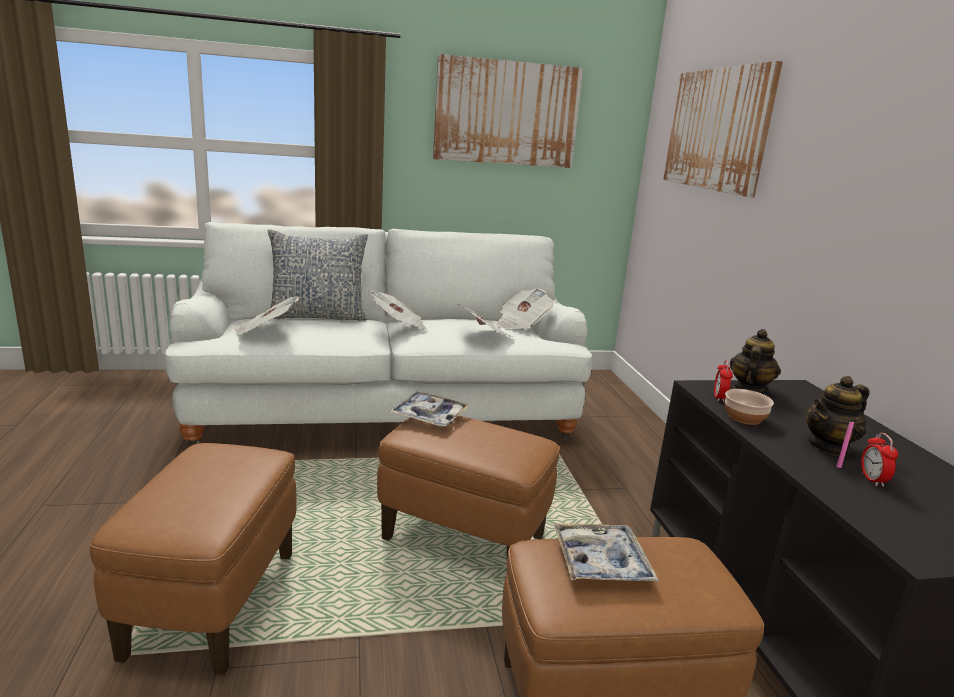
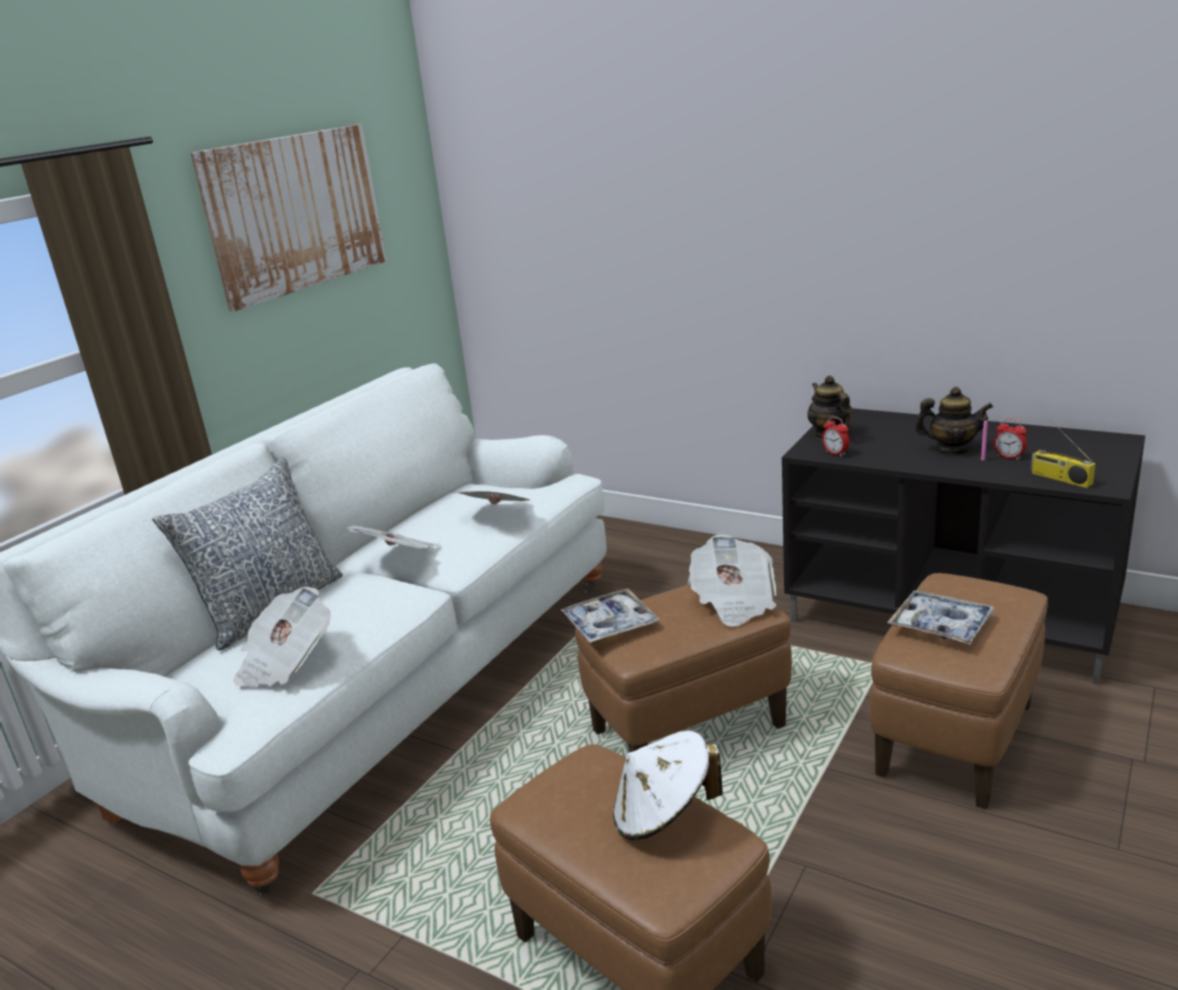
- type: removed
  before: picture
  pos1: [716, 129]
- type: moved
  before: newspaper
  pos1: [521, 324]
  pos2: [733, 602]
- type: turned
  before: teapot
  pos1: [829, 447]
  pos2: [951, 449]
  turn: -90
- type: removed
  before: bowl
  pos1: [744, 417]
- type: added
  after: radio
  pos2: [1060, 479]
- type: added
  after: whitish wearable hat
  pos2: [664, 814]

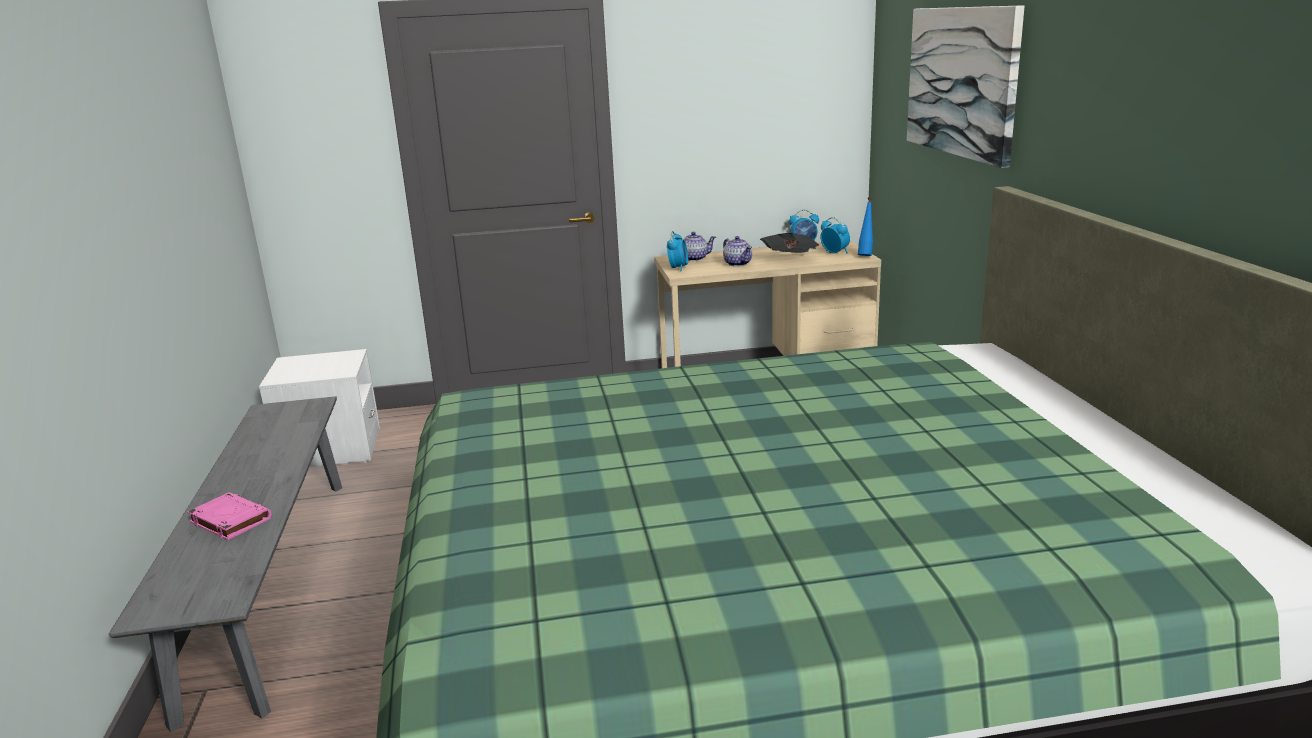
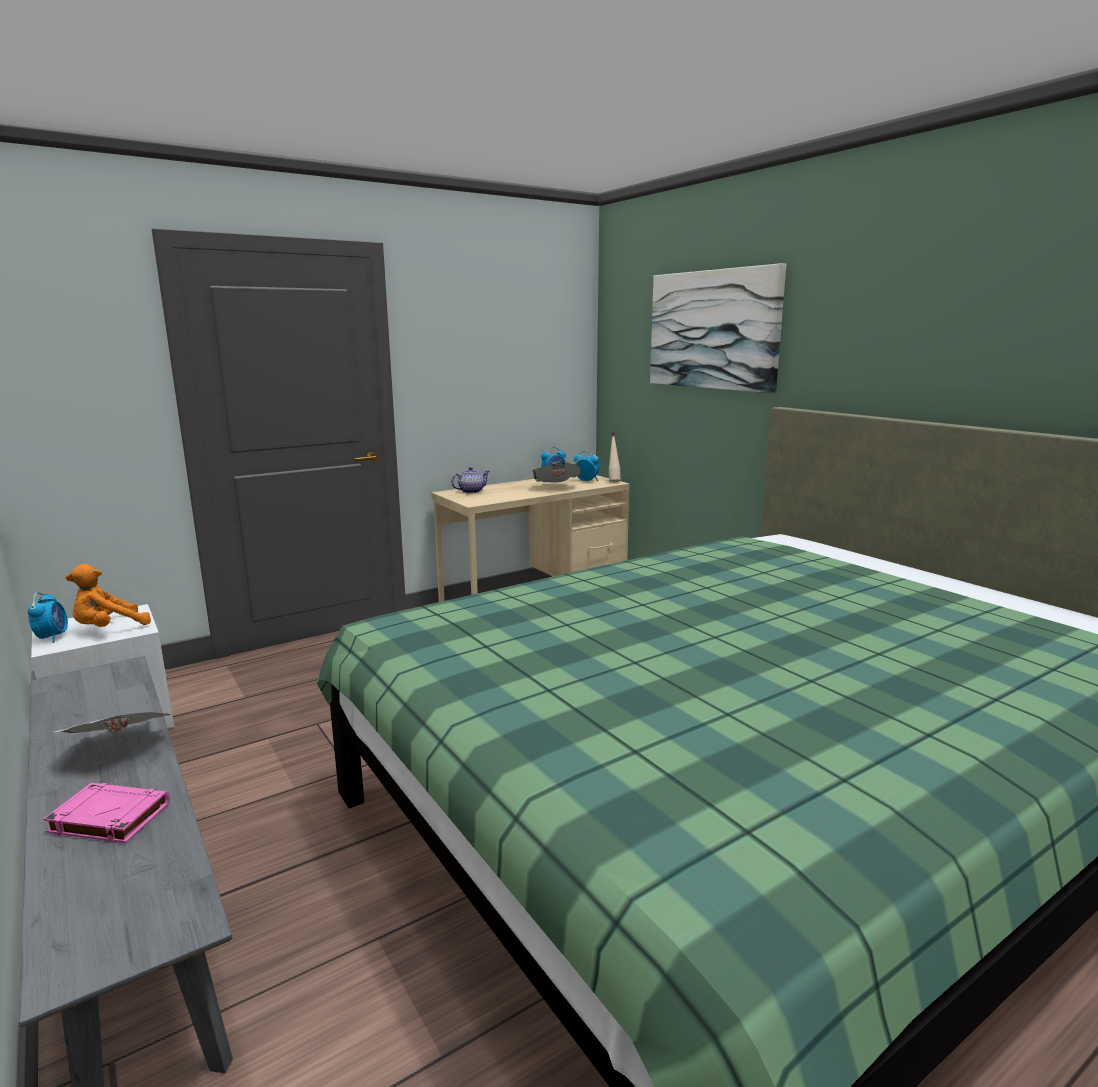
- type: recoloured
  before: blue-coloured beverage bottle
  after: beige-coloured beverage bottle
  pos1: [865, 255]
  pos2: [613, 481]
- type: moved
  before: bedside clock
  pos1: [678, 268]
  pos2: [52, 637]
- type: removed
  before: teapot
  pos1: [737, 263]
- type: added
  after: orange soft toy
  pos2: [109, 629]
- type: added
  after: newspaper
  pos2: [120, 747]

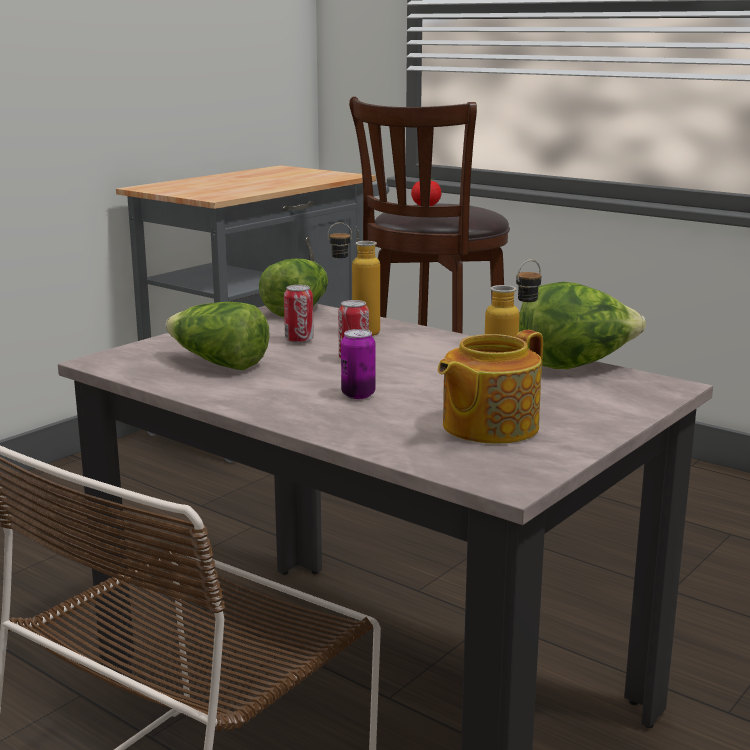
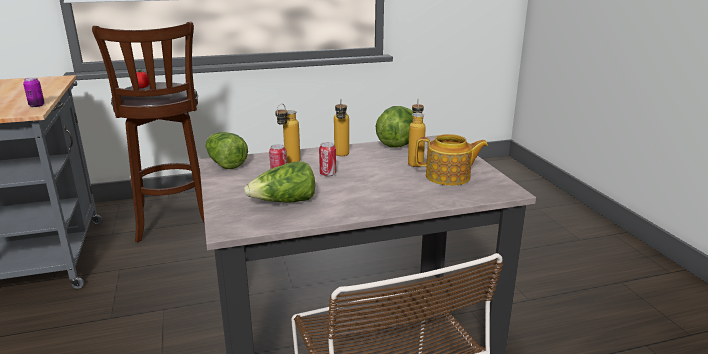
- type: moved
  before: can
  pos1: [358, 395]
  pos2: [37, 105]
- type: turned
  before: teapot
  pos1: [487, 426]
  pos2: [449, 177]
  turn: -75
- type: added
  after: beverage bottle
  pos2: [341, 156]

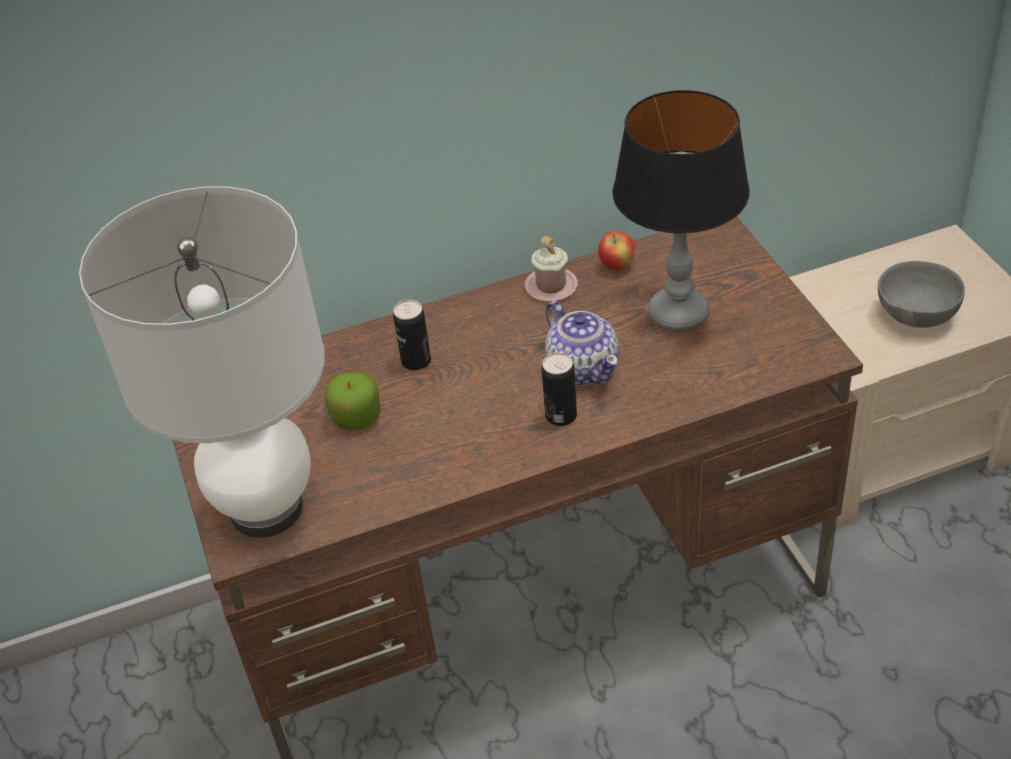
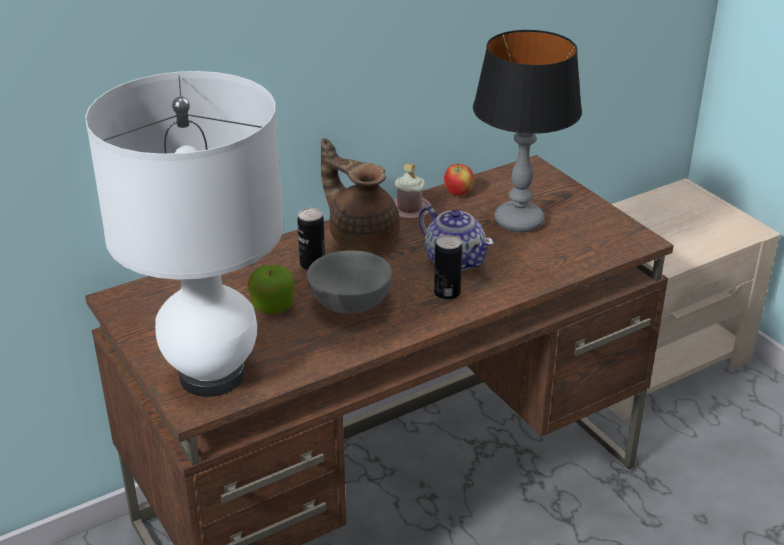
- type: moved
  before: grey bowl
  pos1: [914, 316]
  pos2: [348, 305]
- type: added
  after: brownish teapot
  pos2: [362, 236]

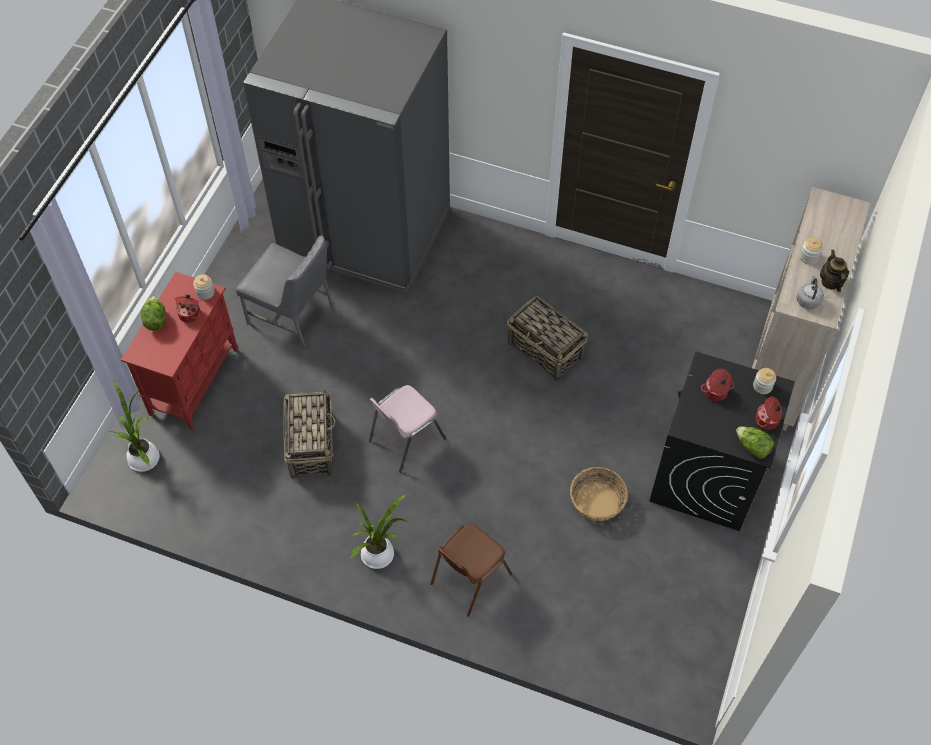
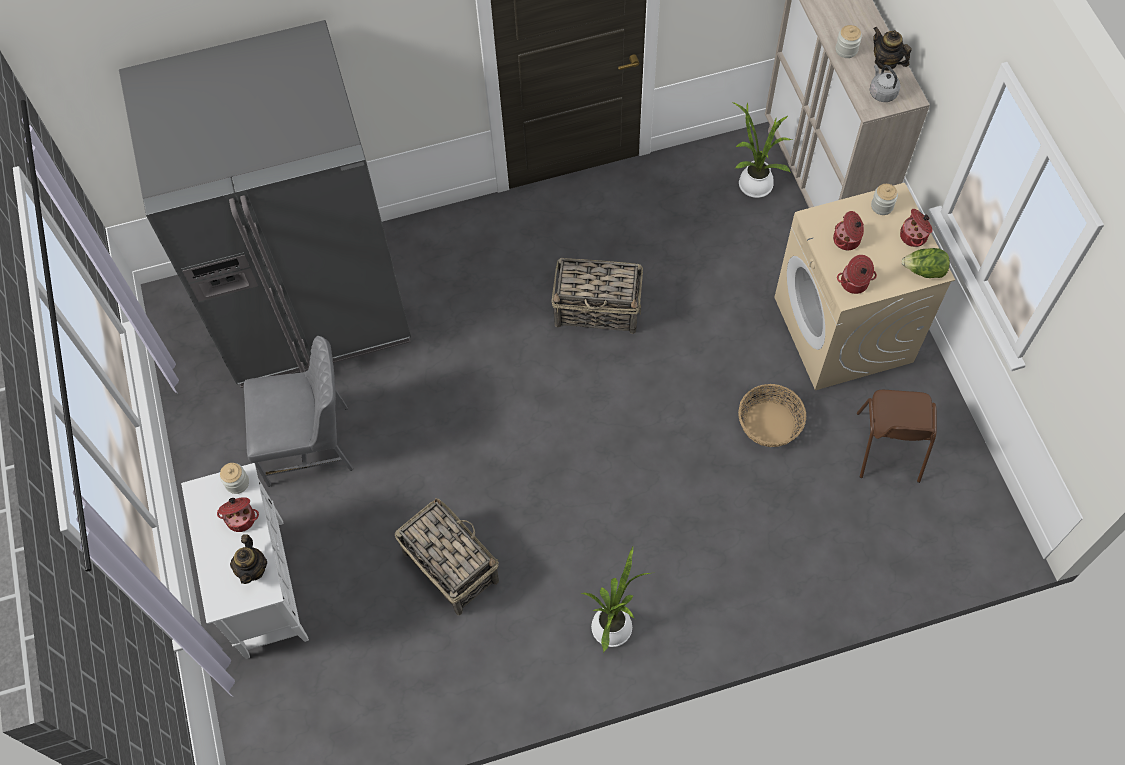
- type: recoloured
  before: red cabinet
  after: whitish cabinet
  pos1: [194, 381]
  pos2: [264, 586]
- type: removed
  before: lettuce head
  pos1: [155, 320]
- type: recoloured
  before: black laundry machine
  after: beige-coloured laundry machine
  pos1: [706, 476]
  pos2: [844, 330]
- type: moved
  before: potted plant
  pos1: [144, 456]
  pos2: [753, 183]
- type: removed
  before: pink-coloured upright chair
  pos1: [405, 440]
- type: moved
  before: brownish upright chair
  pos1: [469, 578]
  pos2: [888, 448]
- type: added
  after: saucepot
  pos2: [854, 283]
- type: added
  after: teapot
  pos2: [253, 569]

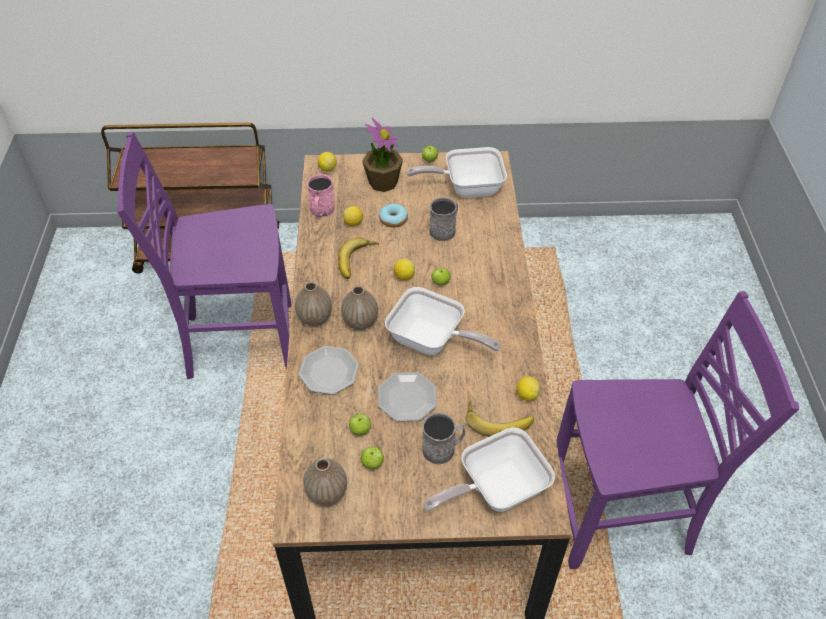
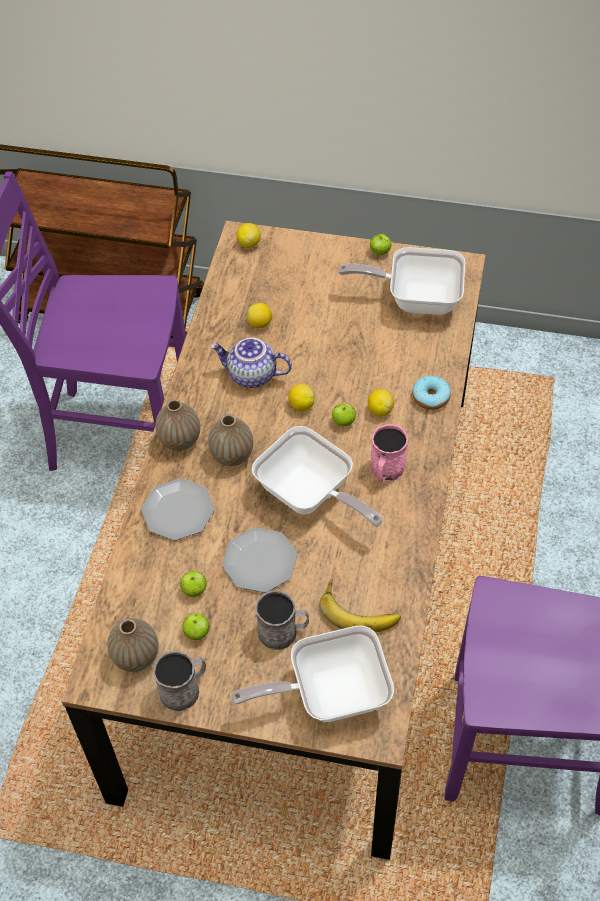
- type: removed
  before: potted plant
  pos1: [383, 182]
- type: moved
  before: pink-coloured tea mug
  pos1: [321, 211]
  pos2: [386, 471]
- type: moved
  before: grey tea mug
  pos1: [445, 230]
  pos2: [184, 689]
- type: moved
  before: donut
  pos1: [393, 219]
  pos2: [431, 397]
- type: replaced
  before: whole banana
  after: teapot
  pos1: [358, 261]
  pos2: [251, 376]
- type: moved
  before: lemon
  pos1: [526, 395]
  pos2: [380, 410]

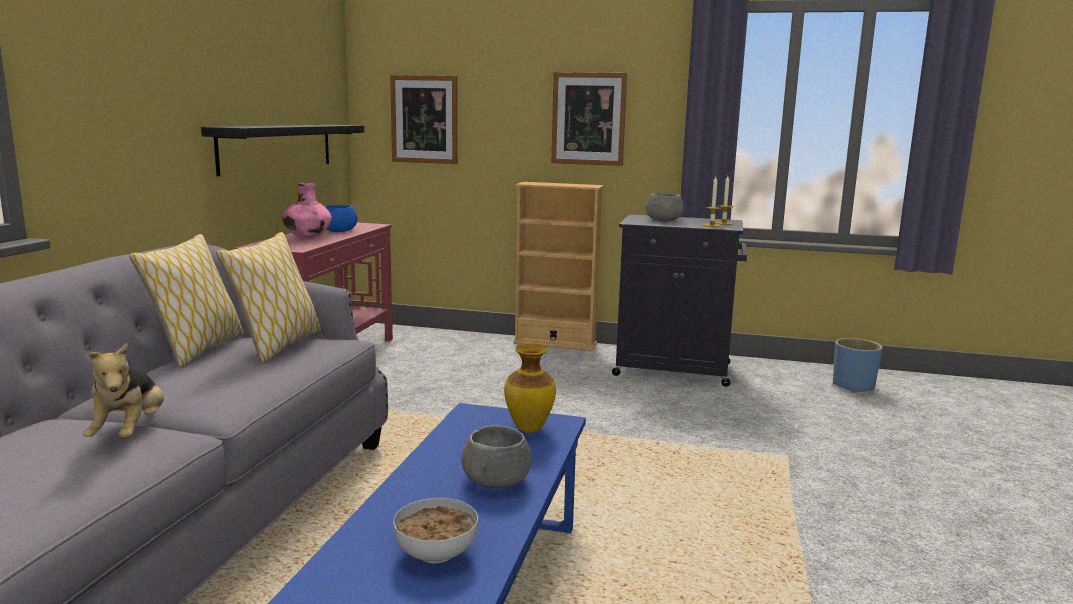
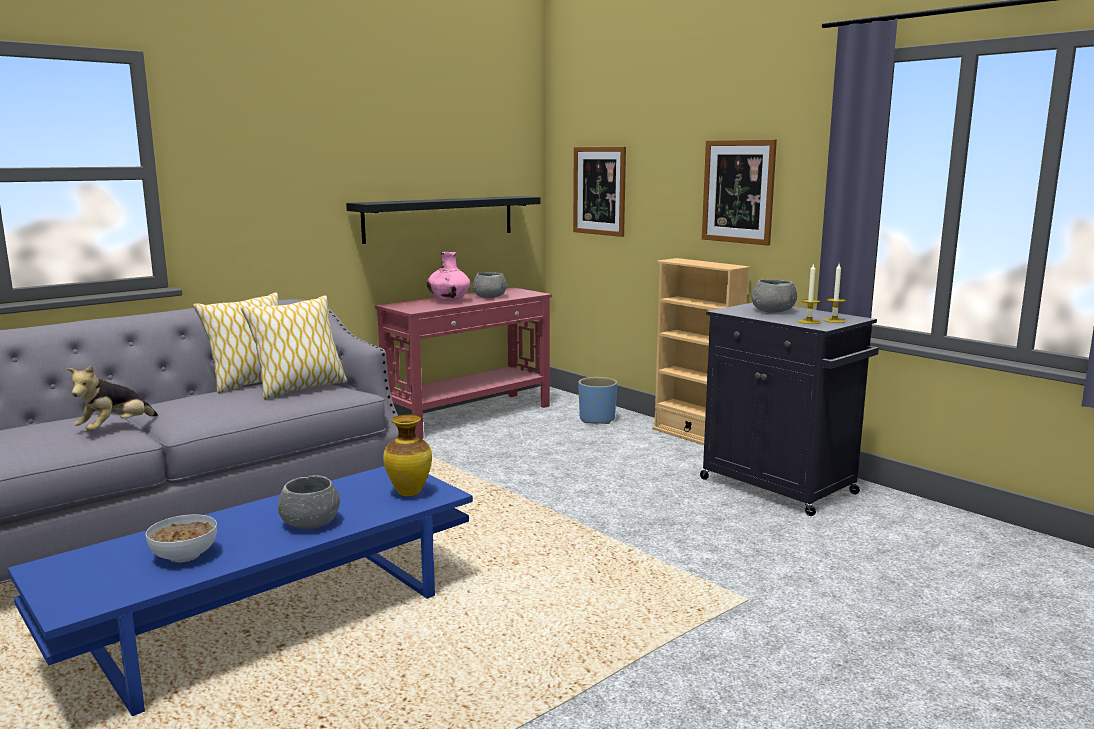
- type: recoloured
  before: blue-coloured bowl
  after: grey bowl
  pos1: [338, 231]
  pos2: [489, 297]
- type: moved
  before: blue-coloured flower pot
  pos1: [853, 386]
  pos2: [597, 420]

